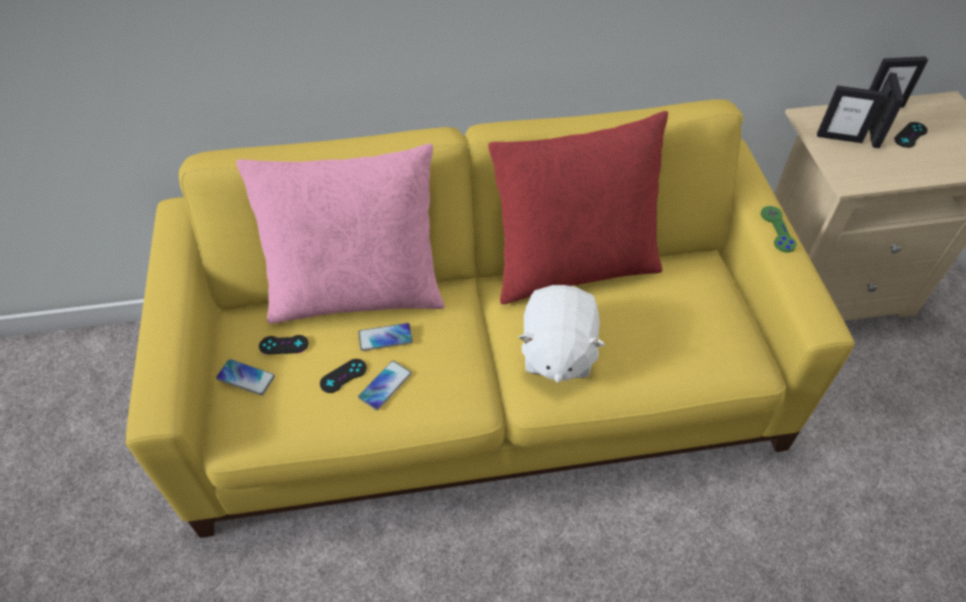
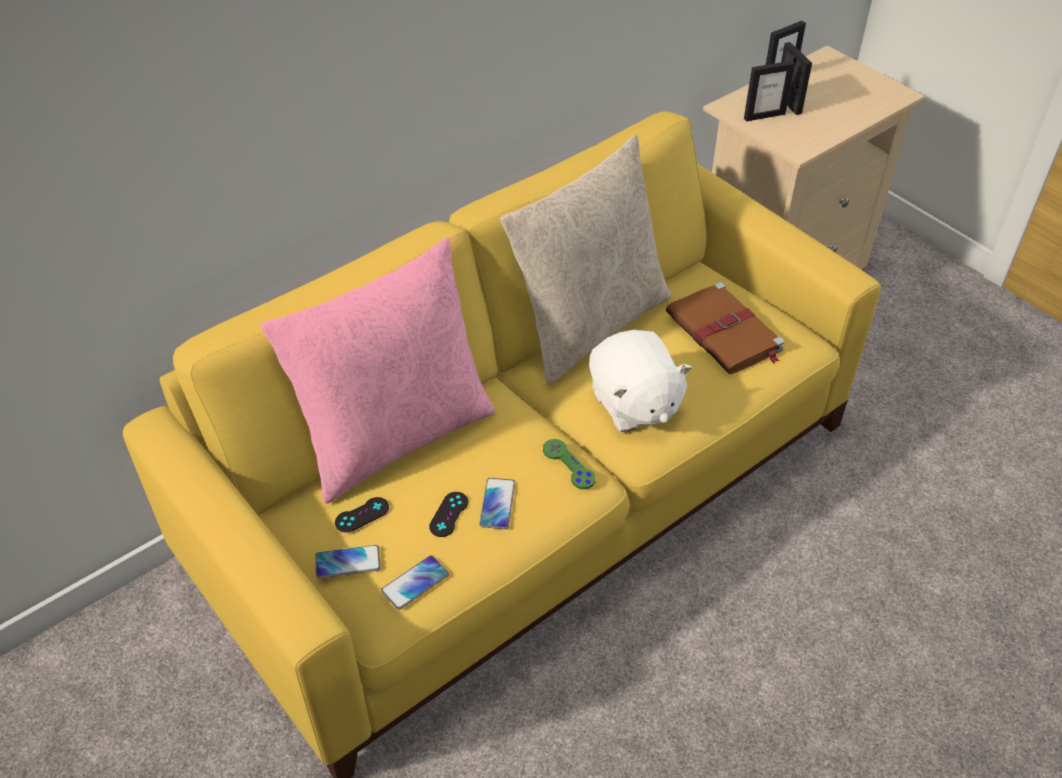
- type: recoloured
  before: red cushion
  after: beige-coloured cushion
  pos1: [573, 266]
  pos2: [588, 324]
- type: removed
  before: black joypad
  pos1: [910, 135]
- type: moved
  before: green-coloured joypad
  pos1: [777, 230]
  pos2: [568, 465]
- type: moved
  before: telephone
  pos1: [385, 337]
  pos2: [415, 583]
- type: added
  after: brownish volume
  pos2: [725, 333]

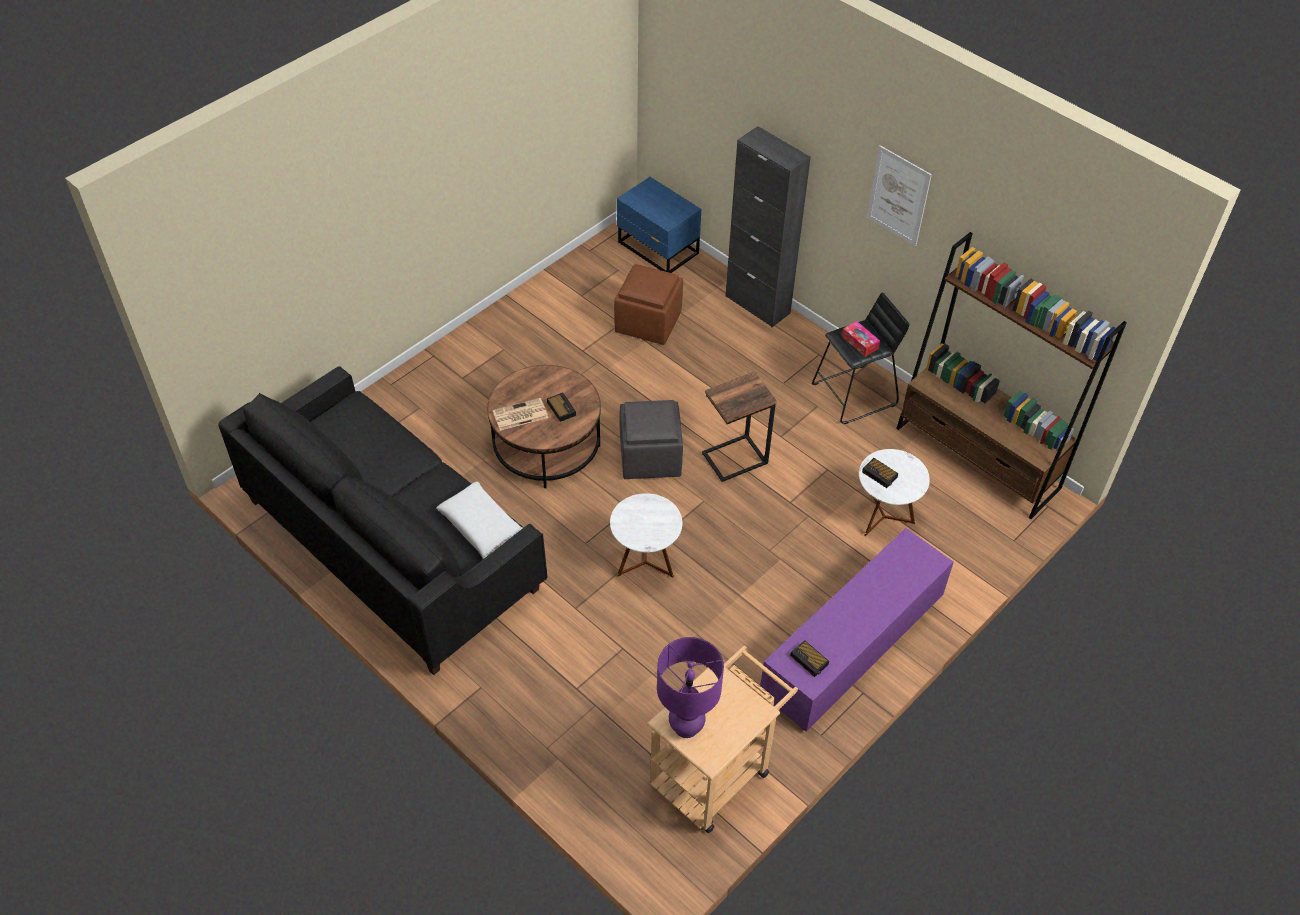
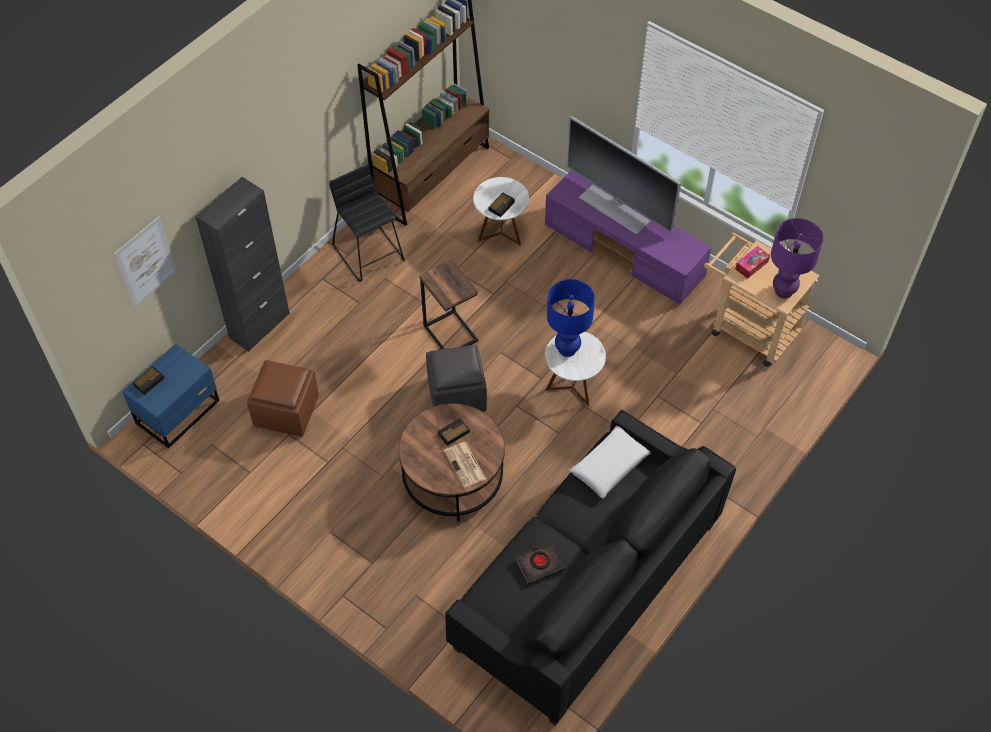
- type: moved
  before: picture
  pos1: [898, 196]
  pos2: [146, 262]
- type: moved
  before: box of tissues
  pos1: [860, 342]
  pos2: [751, 265]
- type: moved
  before: bedside clock
  pos1: [809, 660]
  pos2: [149, 381]
- type: added
  after: TV
  pos2: [615, 208]
- type: added
  after: blue-coloured lamp for a table
  pos2: [567, 349]
- type: added
  after: black volume
  pos2: [540, 564]

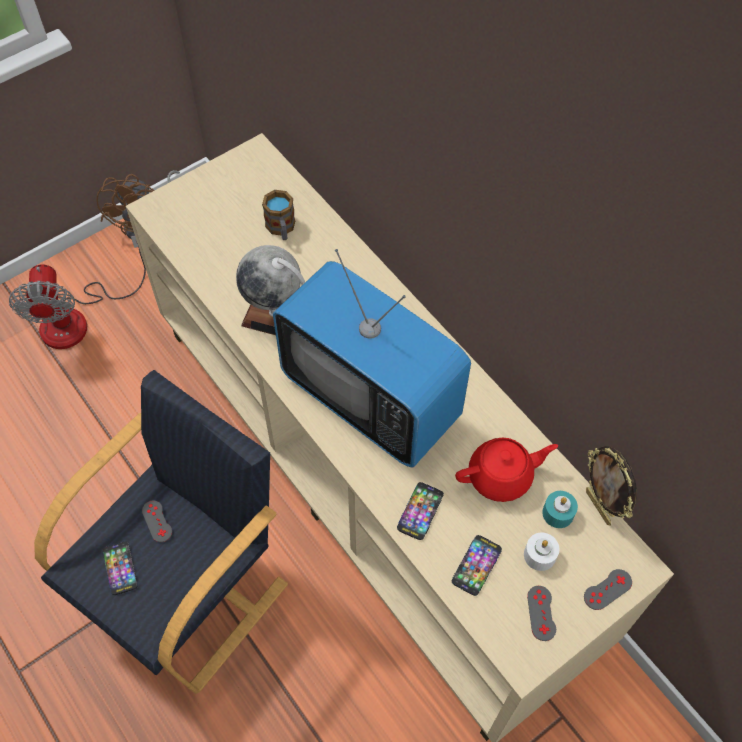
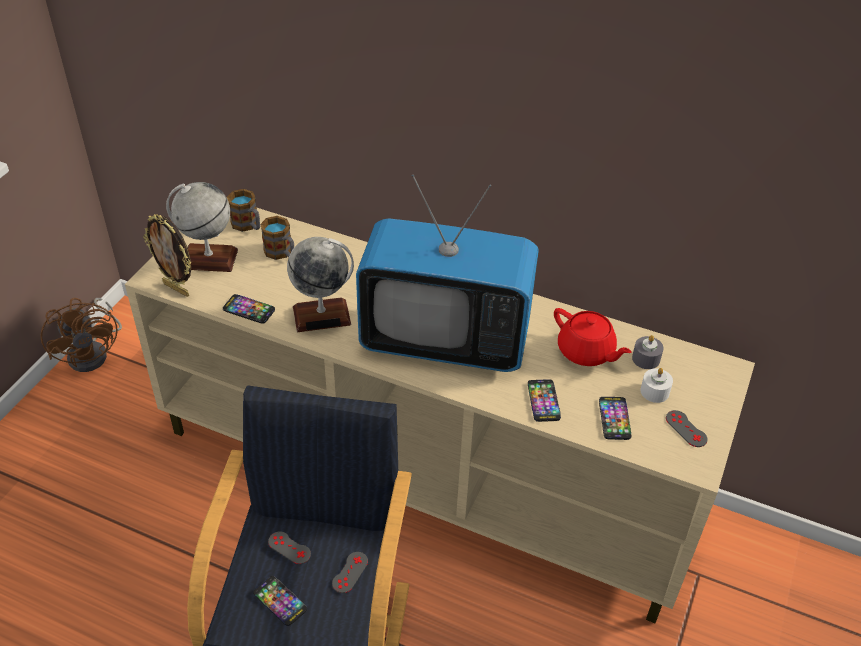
- type: removed
  before: cooling fan
  pos1: [79, 318]
- type: turned
  before: red teapot
  pos1: [501, 476]
  pos2: [586, 352]
  turn: 90
- type: moved
  before: photo frame
  pos1: [599, 507]
  pos2: [177, 289]
- type: recoloured
  before: turquoise candle
  after: grey candle
  pos1: [558, 513]
  pos2: [646, 359]
- type: moved
  before: grey joypad
  pos1: [607, 589]
  pos2: [350, 572]
- type: added
  after: globe
  pos2: [209, 259]
- type: added
  after: tea mug
  pos2: [248, 225]
- type: added
  after: telephone
  pos2: [249, 310]

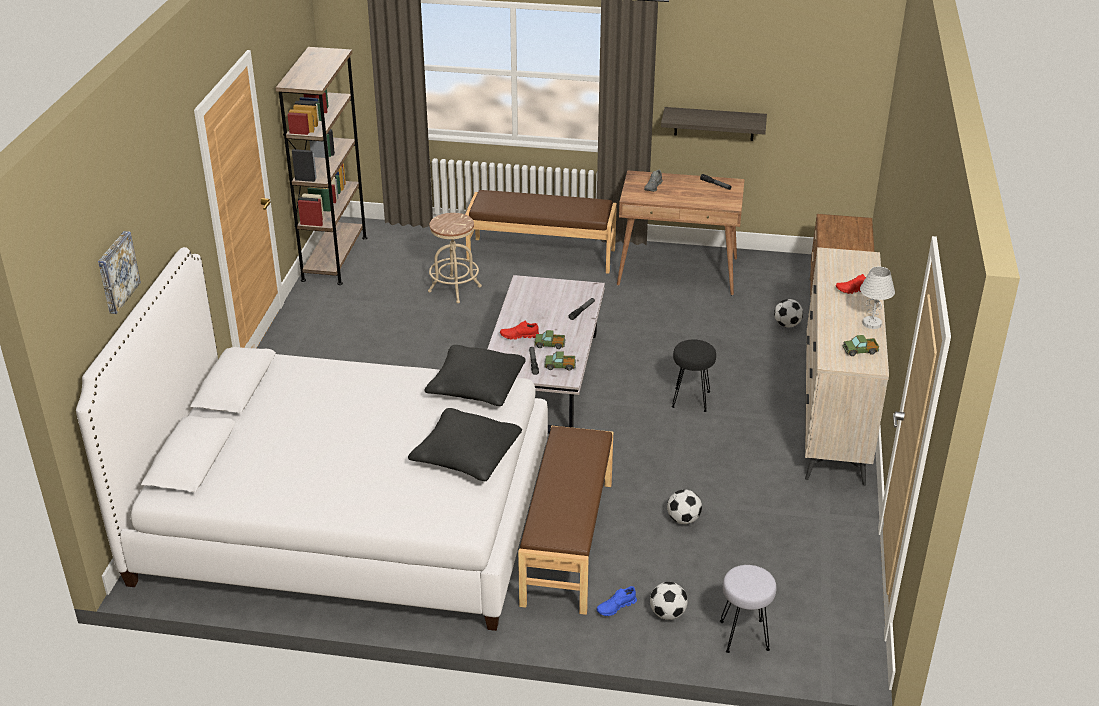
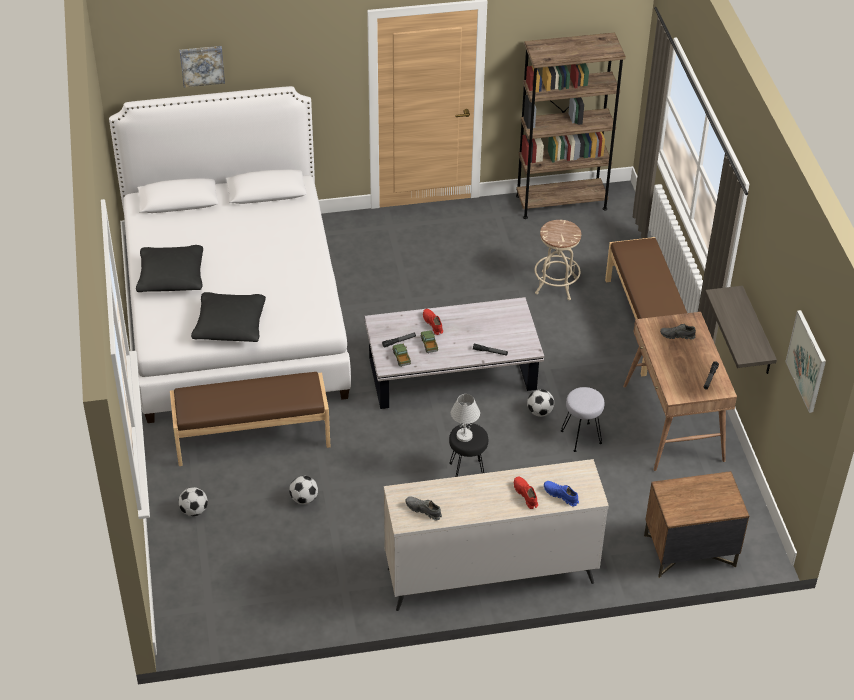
- type: moved
  before: whitish lamp for a table
  pos1: [872, 323]
  pos2: [464, 436]
- type: moved
  before: football ball
  pos1: [787, 325]
  pos2: [539, 412]
- type: replaced
  before: toy truck
  after: grey item of footwear
  pos1: [860, 351]
  pos2: [423, 510]
- type: moved
  before: black cushion
  pos1: [476, 387]
  pos2: [171, 277]
- type: moved
  before: grey stool
  pos1: [743, 635]
  pos2: [581, 436]
- type: moved
  before: blue-coloured item of footwear
  pos1: [616, 607]
  pos2: [560, 495]
- type: added
  after: picture
  pos2: [807, 361]

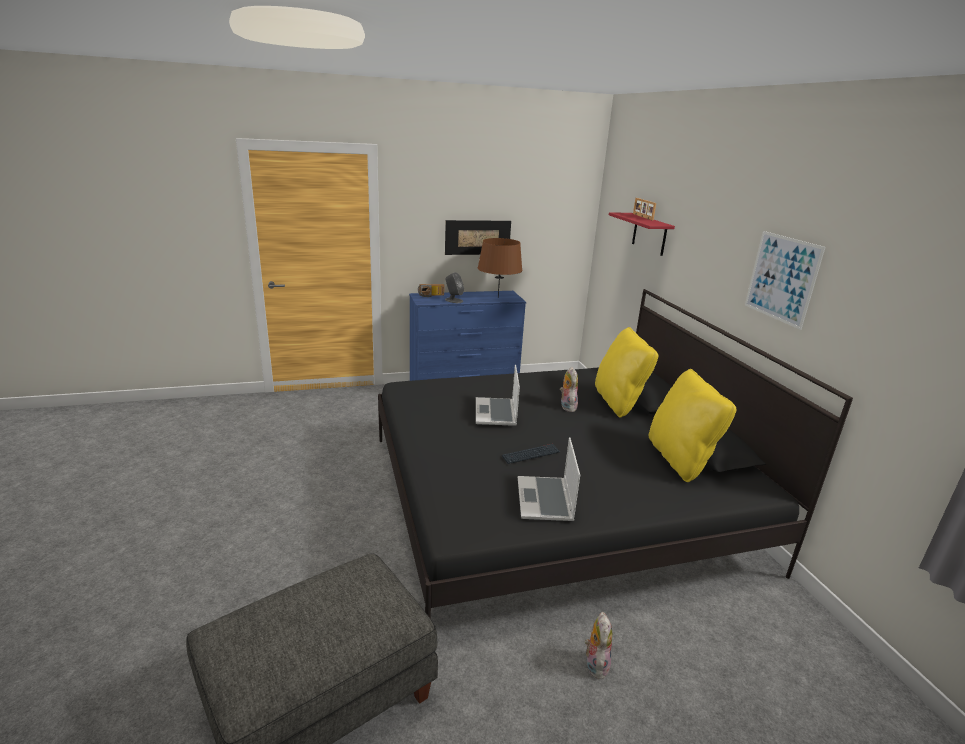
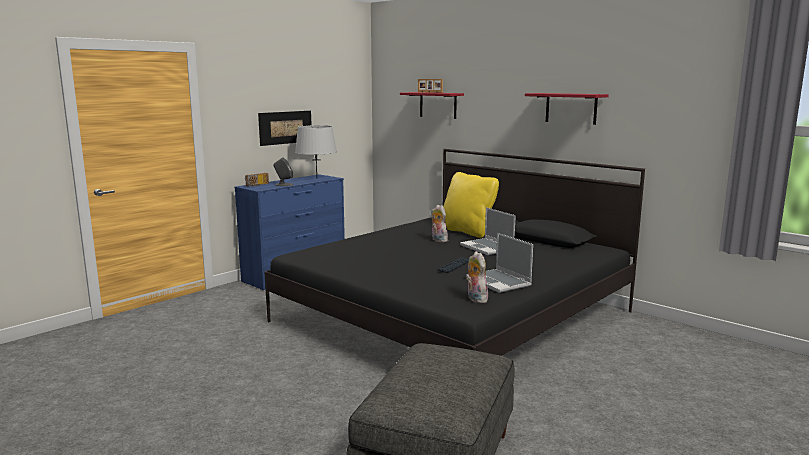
- type: replaced
  before: picture
  after: red wall shelf
  pos1: [782, 278]
  pos2: [571, 108]
- type: recoloured
  before: brownish lamp for a table
  after: grey lamp for a table
  pos1: [497, 297]
  pos2: [316, 179]
- type: moved
  before: laptop
  pos1: [496, 413]
  pos2: [488, 248]
- type: removed
  before: yellow cushion
  pos1: [680, 459]
- type: moved
  before: soft toy
  pos1: [595, 663]
  pos2: [475, 299]

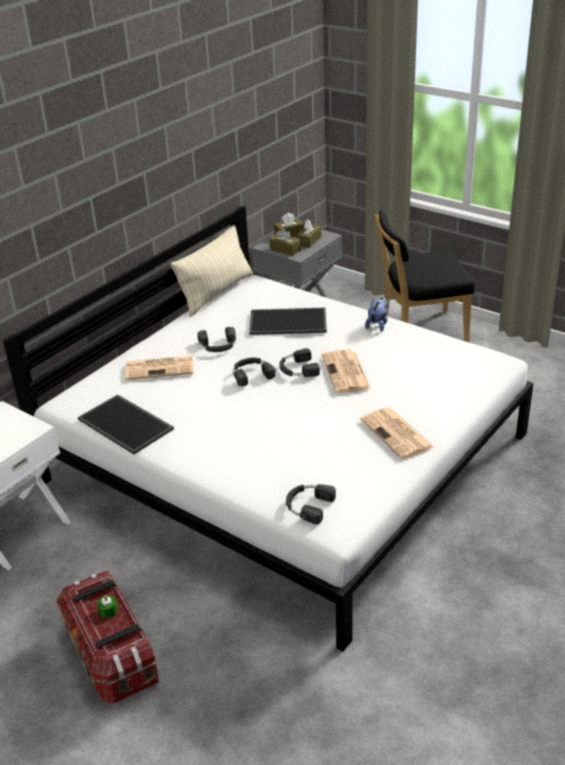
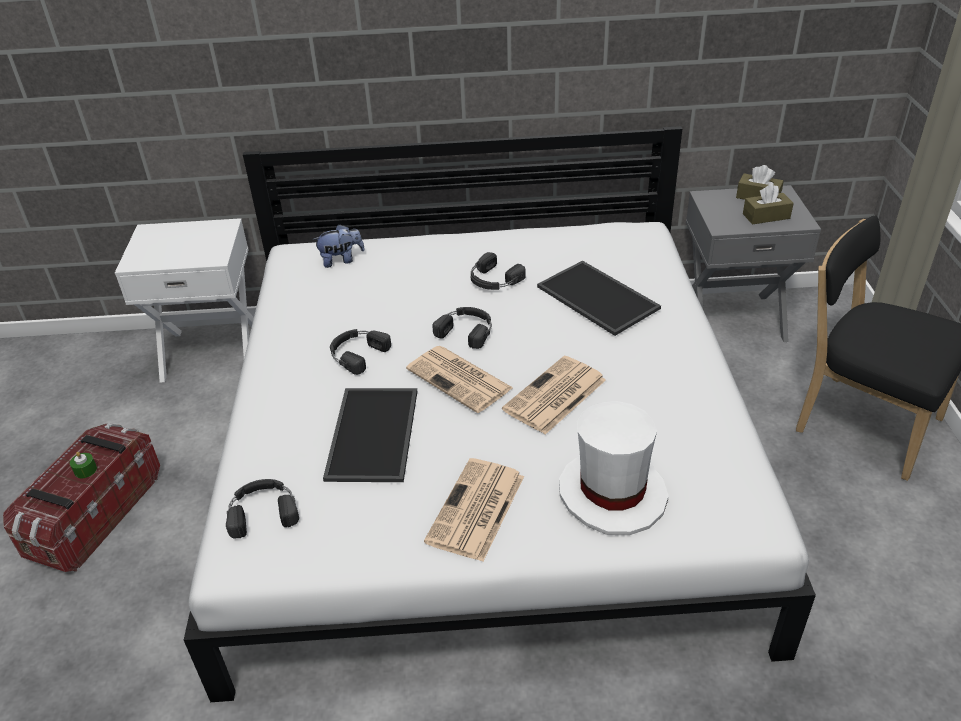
- type: removed
  before: beige-coloured cushion
  pos1: [216, 293]
- type: removed
  before: brownish box of tissues
  pos1: [285, 250]
- type: moved
  before: soft toy
  pos1: [378, 325]
  pos2: [341, 260]
- type: moved
  before: black pair of headphones
  pos1: [297, 369]
  pos2: [356, 353]
- type: moved
  before: newspaper
  pos1: [161, 368]
  pos2: [461, 379]
- type: moved
  before: carrying tray
  pos1: [127, 424]
  pos2: [375, 435]
- type: added
  after: whitish wearable hat
  pos2: [612, 493]

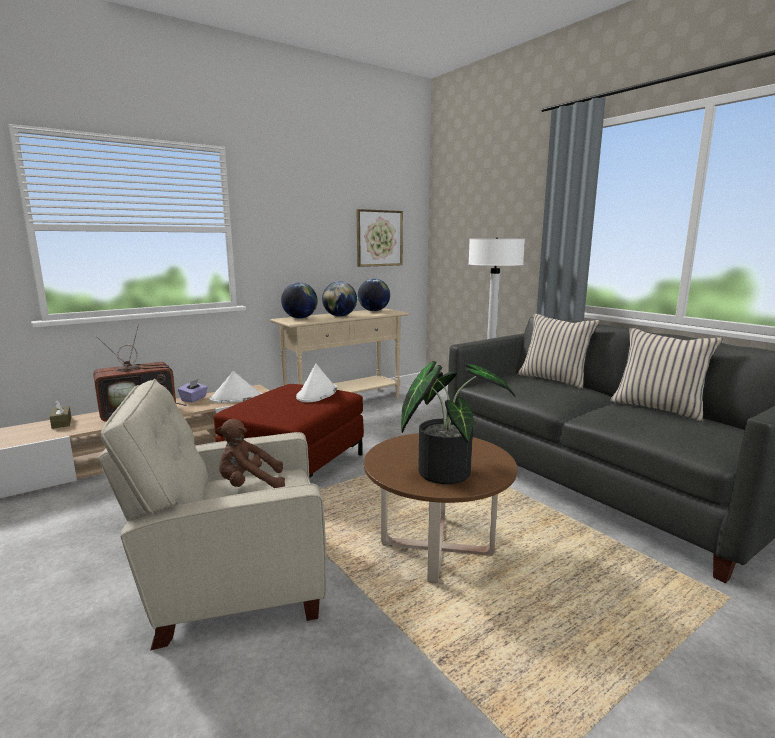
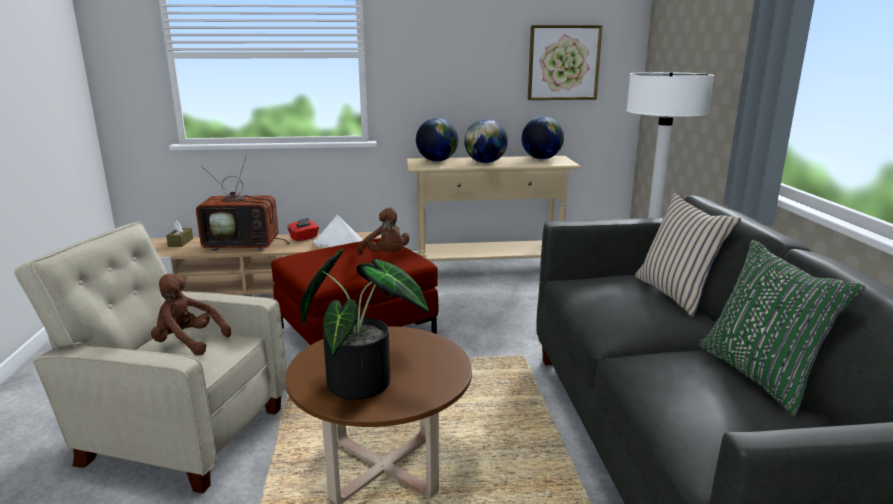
- type: recoloured
  before: beige-coloured cushion
  after: green-coloured cushion
  pos1: [658, 408]
  pos2: [760, 375]
- type: replaced
  before: whitish wearable hat
  after: brownish soft toy
  pos1: [317, 394]
  pos2: [386, 256]
- type: recoloured
  before: purplish box of tissues
  after: red box of tissues
  pos1: [194, 399]
  pos2: [304, 238]

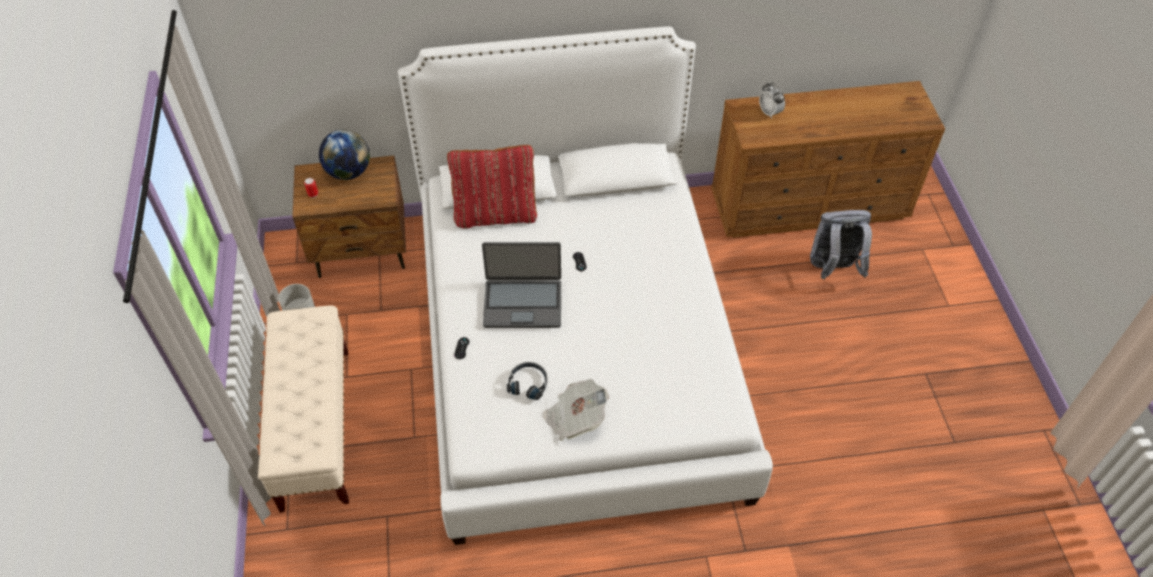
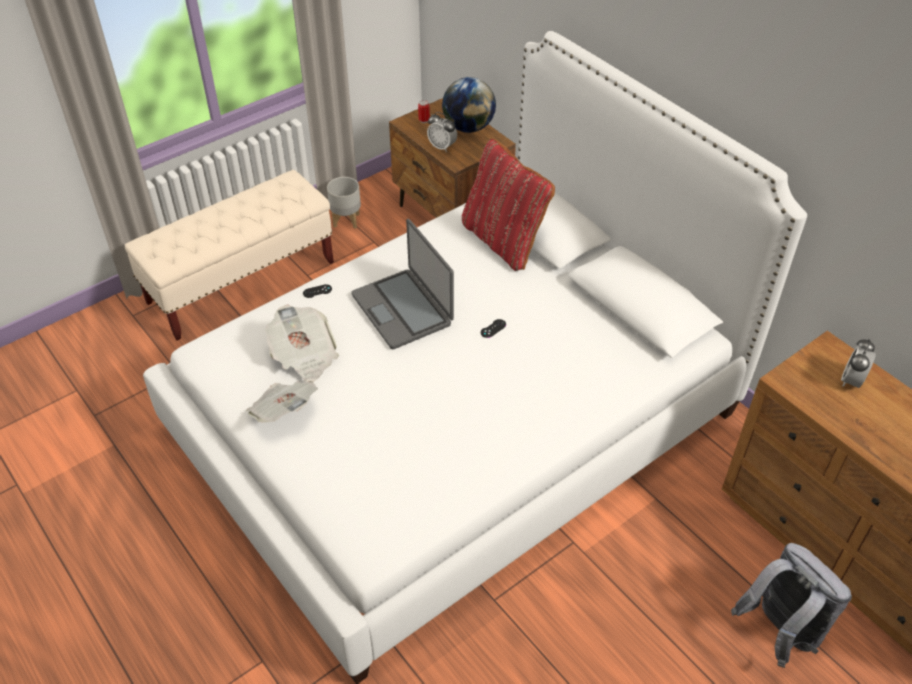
- type: replaced
  before: black pair of headphones
  after: newspaper
  pos1: [528, 383]
  pos2: [304, 356]
- type: added
  after: bedside clock
  pos2: [442, 147]

